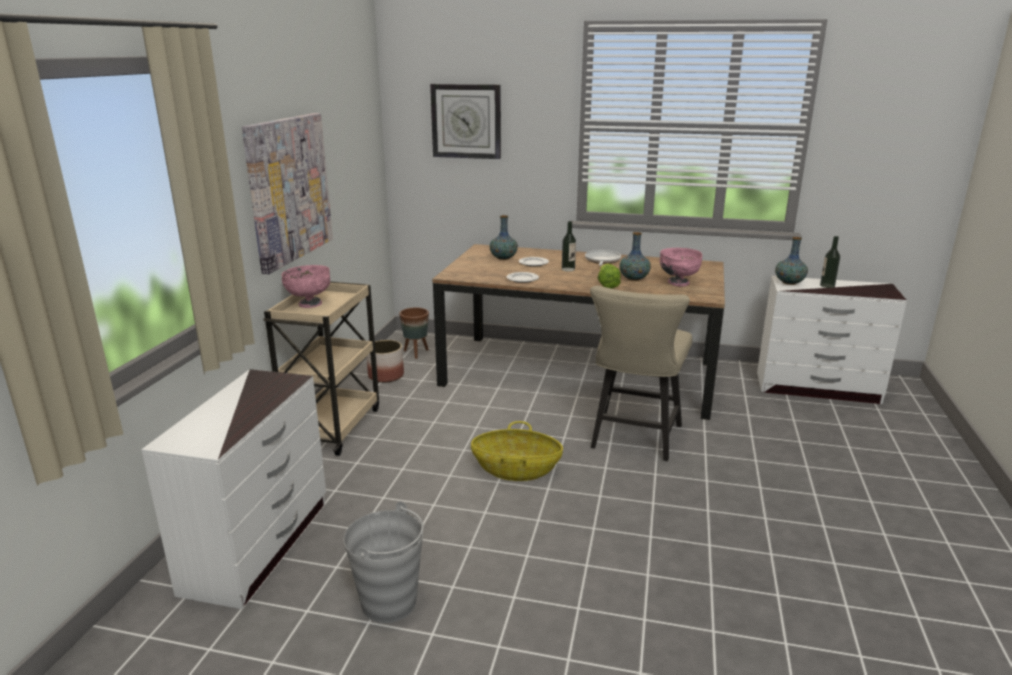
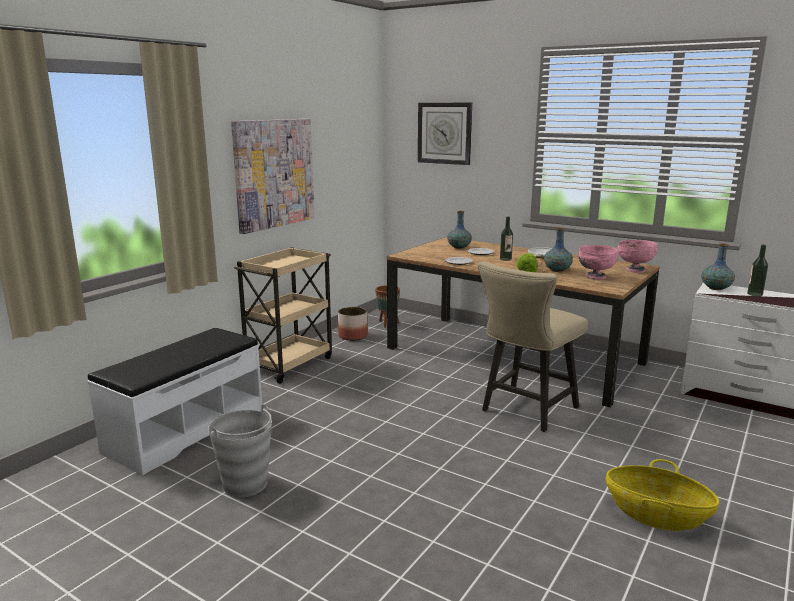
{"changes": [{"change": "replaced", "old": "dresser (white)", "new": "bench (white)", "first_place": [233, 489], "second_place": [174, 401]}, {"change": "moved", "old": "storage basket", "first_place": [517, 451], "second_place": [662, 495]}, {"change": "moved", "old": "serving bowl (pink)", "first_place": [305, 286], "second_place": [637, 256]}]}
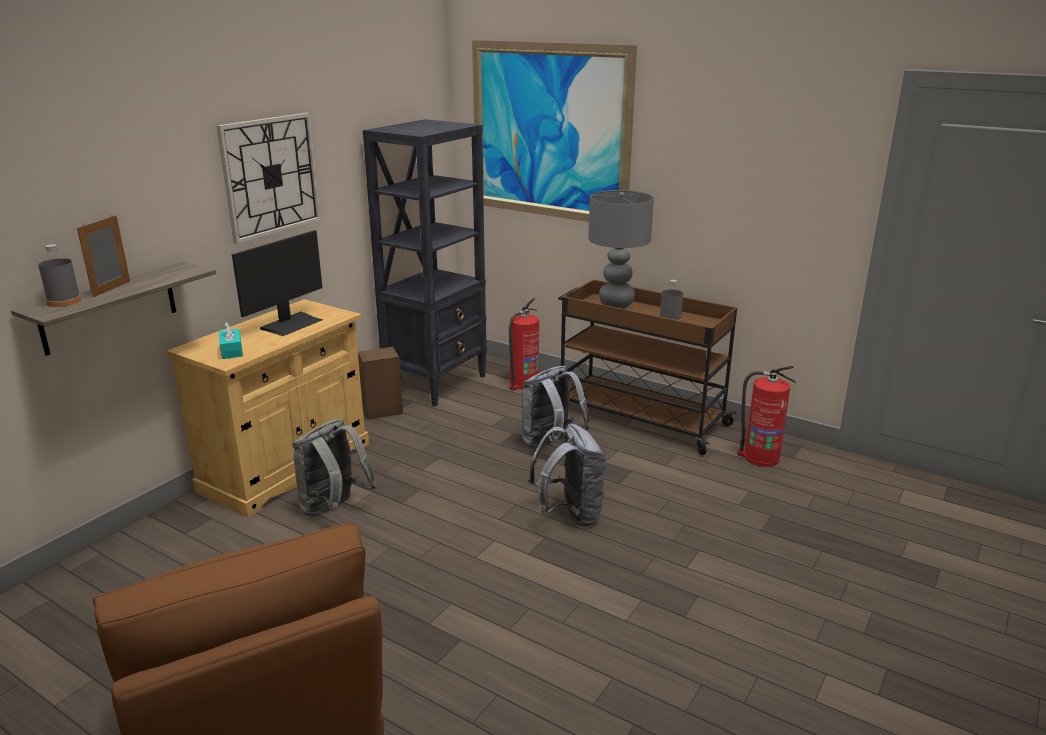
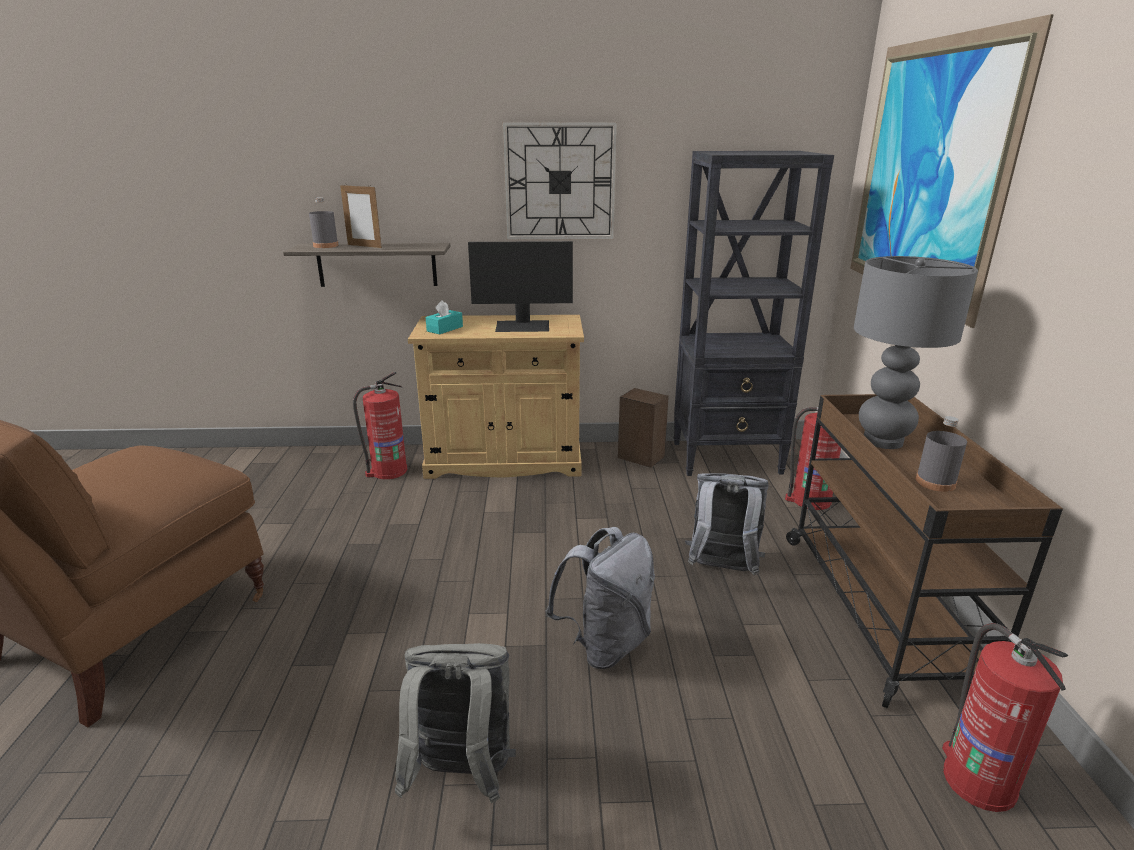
{"changes": [{"change": "turned", "old": "standing frame", "first_place": [103, 256], "second_place": [361, 215], "degrees": -135}, {"change": "added", "new": "fire-fighting cylinder", "second_place": [380, 425]}, {"change": "moved", "old": "rucksack (grey)", "first_place": [334, 467], "second_place": [455, 723]}]}
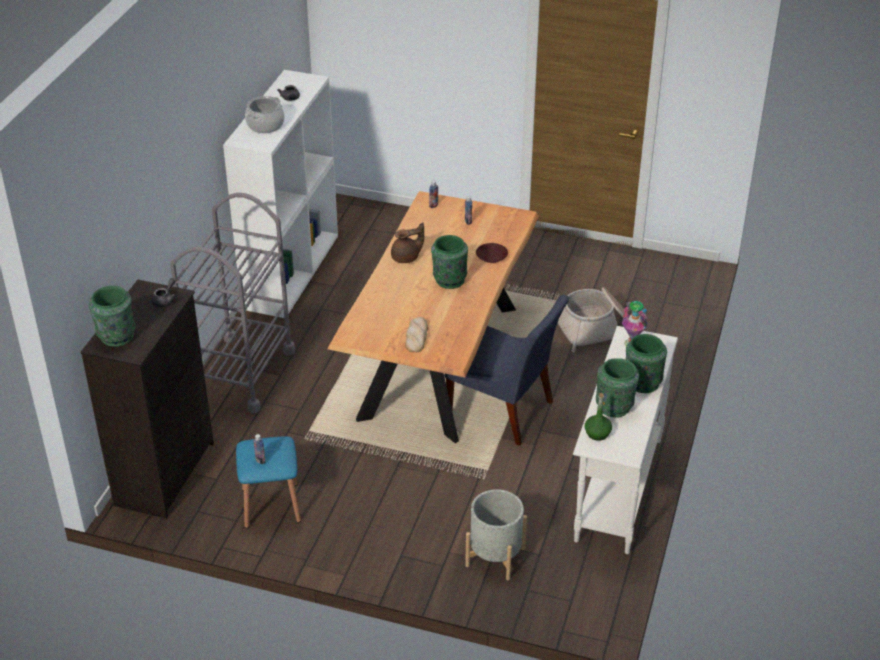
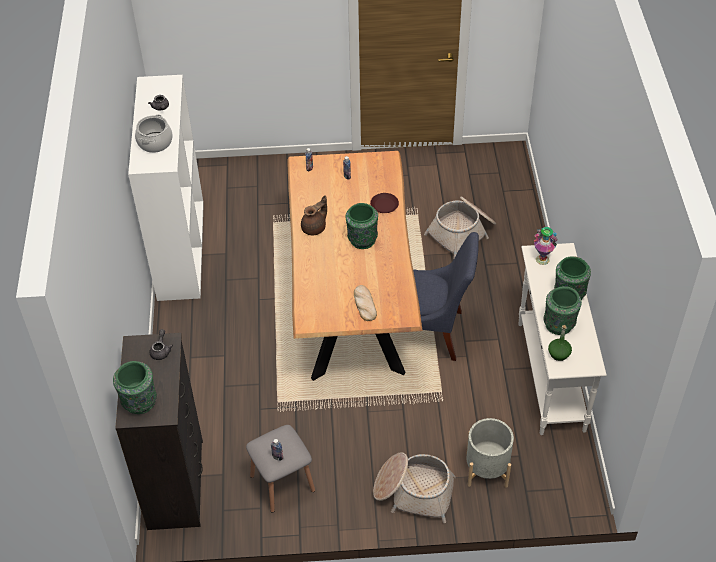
{"changes": [{"change": "recoloured", "old": "stool seat (bluish)", "new": "stool seat (grey)", "first_place": [268, 482], "second_place": [280, 469]}, {"change": "added", "new": "storage basket", "second_place": [414, 487]}, {"change": "removed", "old": "wheeled cart (grey)", "first_place": [232, 303]}]}
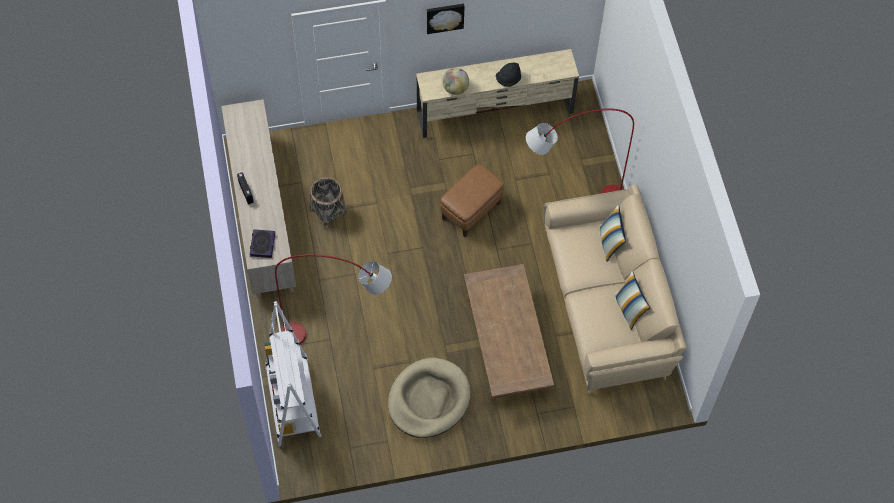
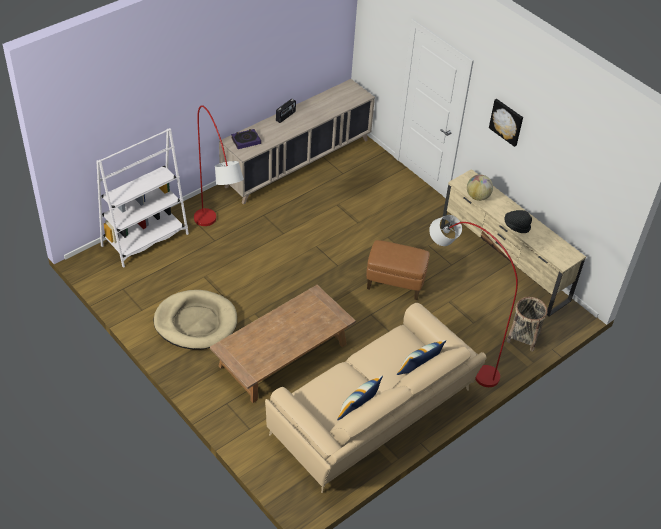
{"changes": [{"change": "moved", "old": "storage basket", "first_place": [328, 203], "second_place": [527, 324]}]}
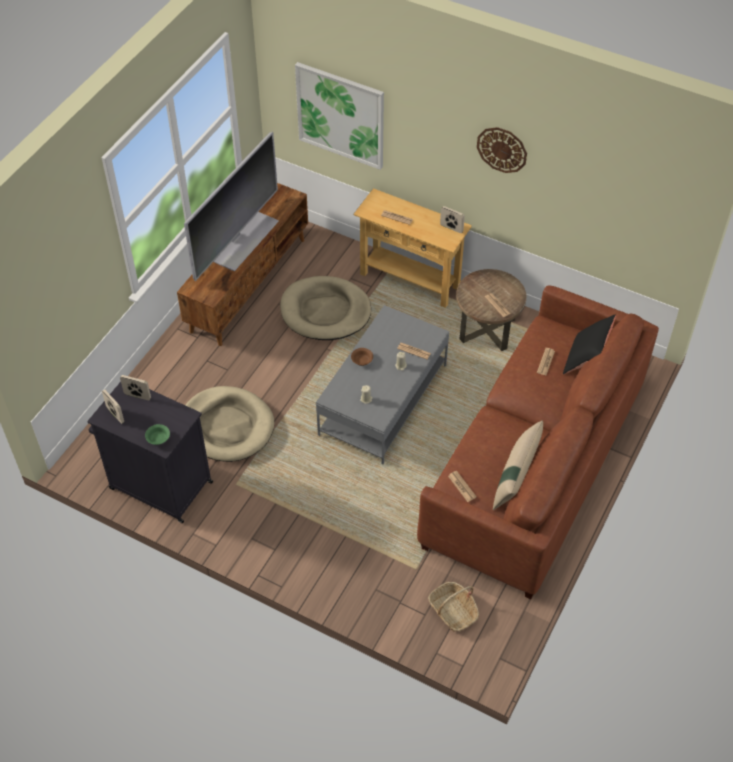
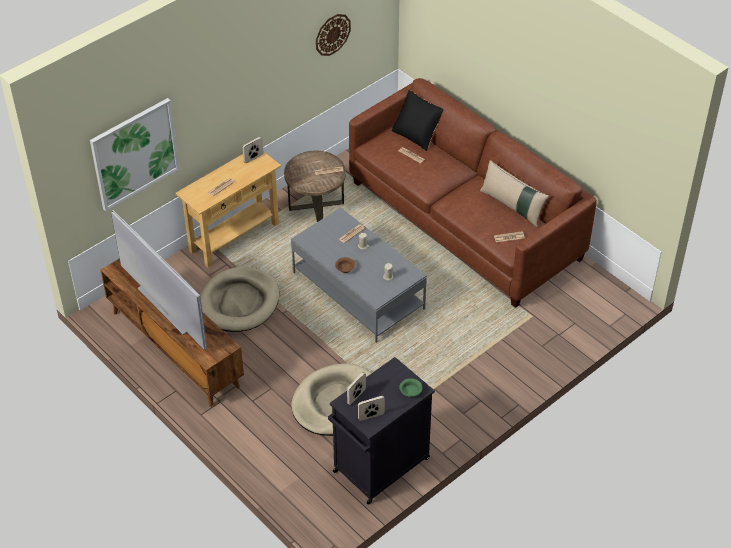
{"changes": [{"change": "moved", "old": "clock on the wall", "first_place": [502, 150], "second_place": [333, 35]}, {"change": "removed", "old": "storage basket", "first_place": [453, 607]}]}
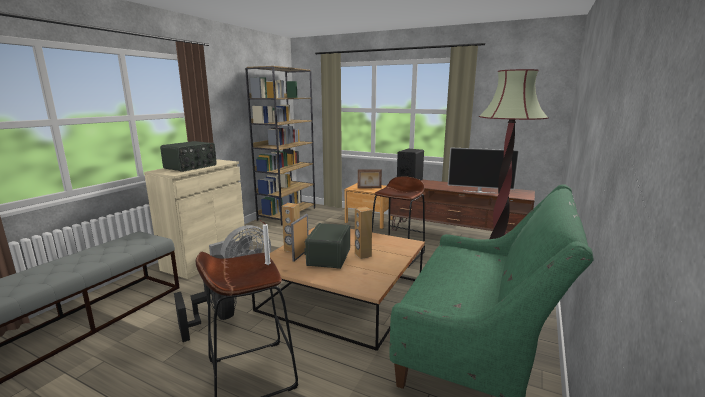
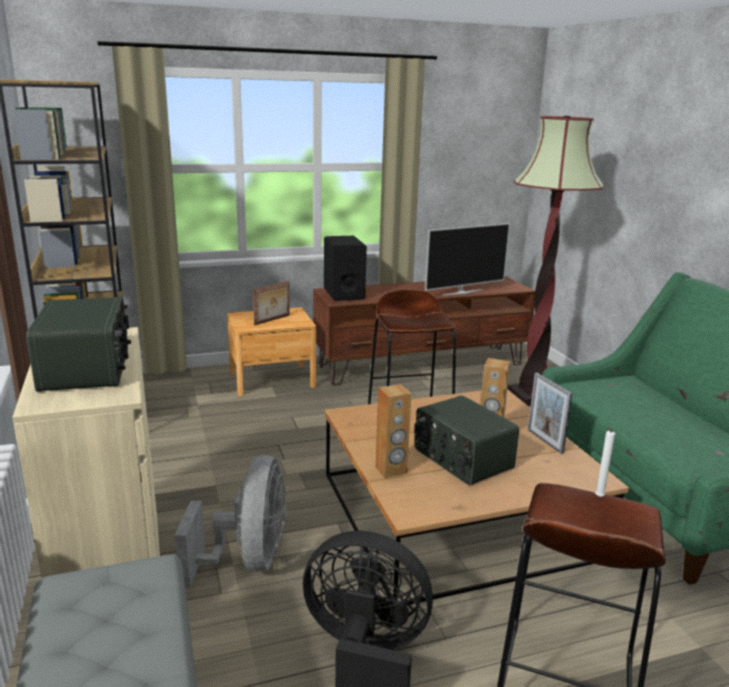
{"changes": [{"change": "moved", "old": "standing frame", "first_place": [300, 238], "second_place": [550, 413]}]}
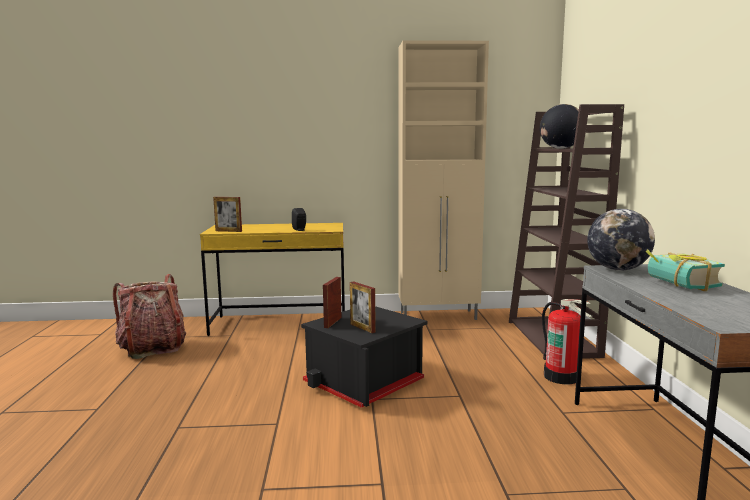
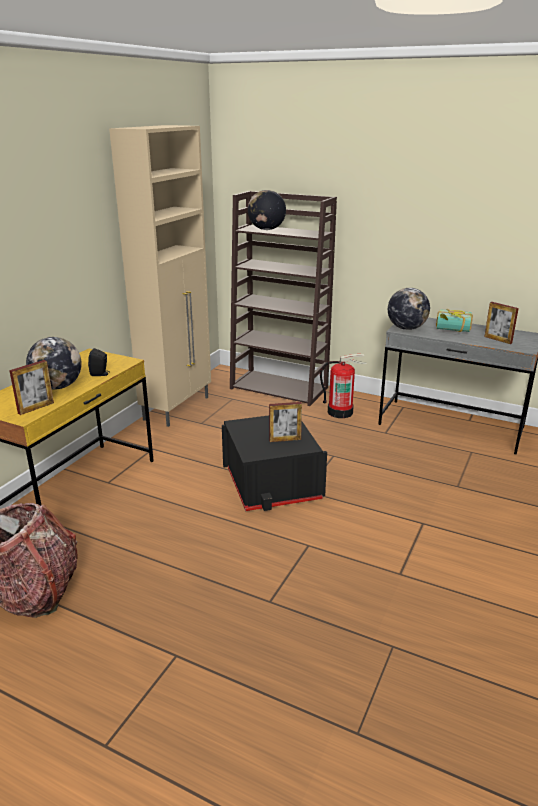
{"changes": [{"change": "added", "new": "globe", "second_place": [54, 363]}, {"change": "moved", "old": "standing frame", "first_place": [332, 302], "second_place": [501, 323]}]}
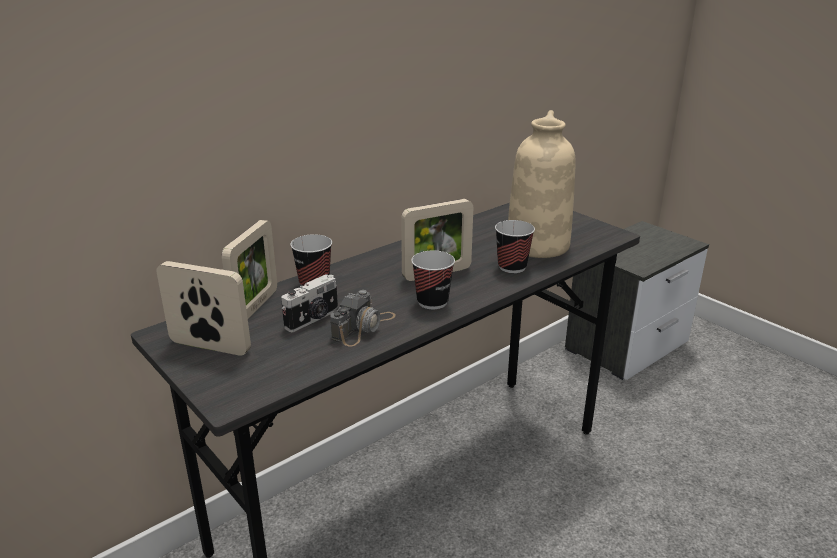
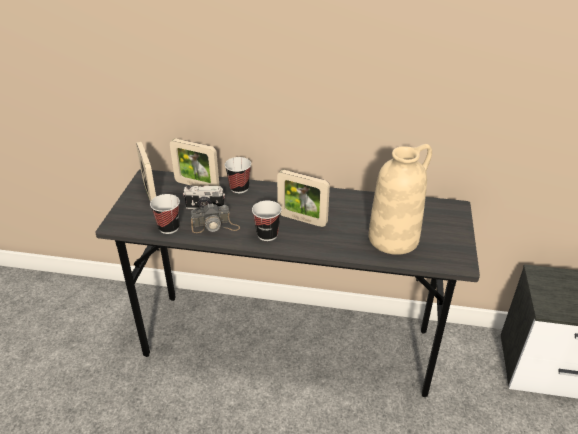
{"changes": [{"change": "moved", "old": "drinking cup", "first_place": [515, 246], "second_place": [165, 214]}, {"change": "turned", "old": "standing frame", "first_place": [249, 269], "second_place": [195, 163], "degrees": 45}]}
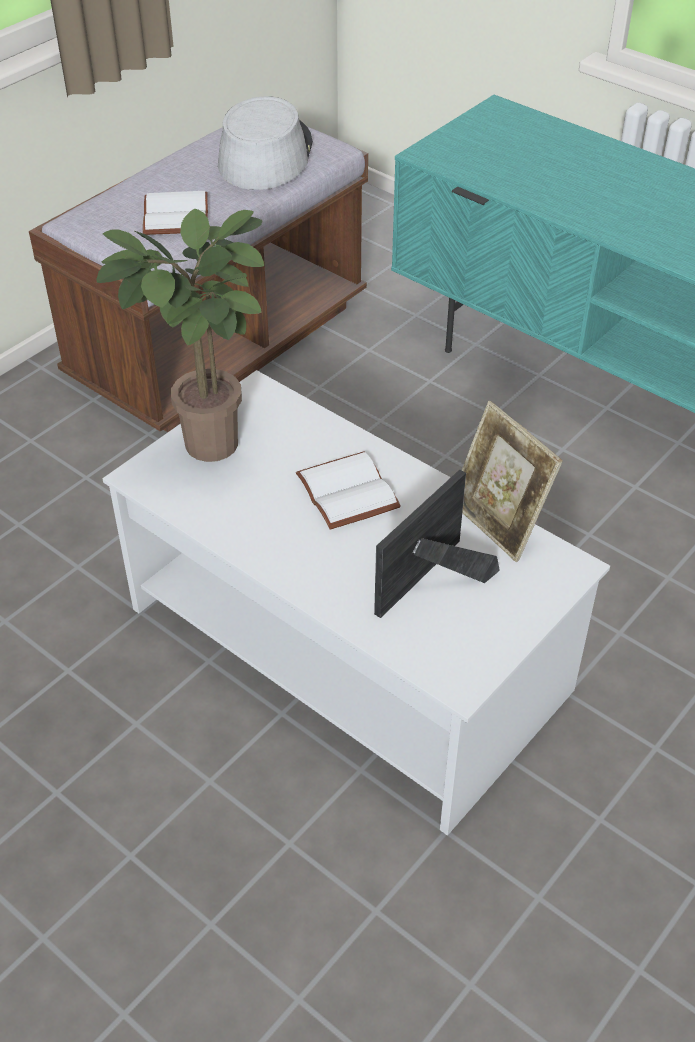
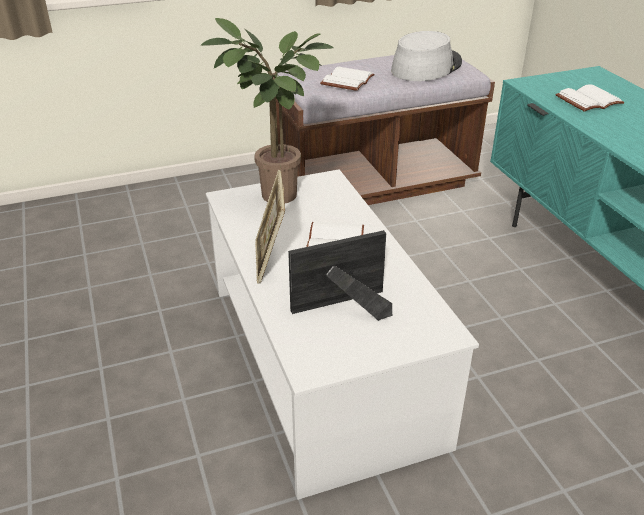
{"changes": [{"change": "moved", "old": "standing frame", "first_place": [512, 481], "second_place": [270, 227]}, {"change": "added", "new": "volume (white)", "second_place": [590, 98]}]}
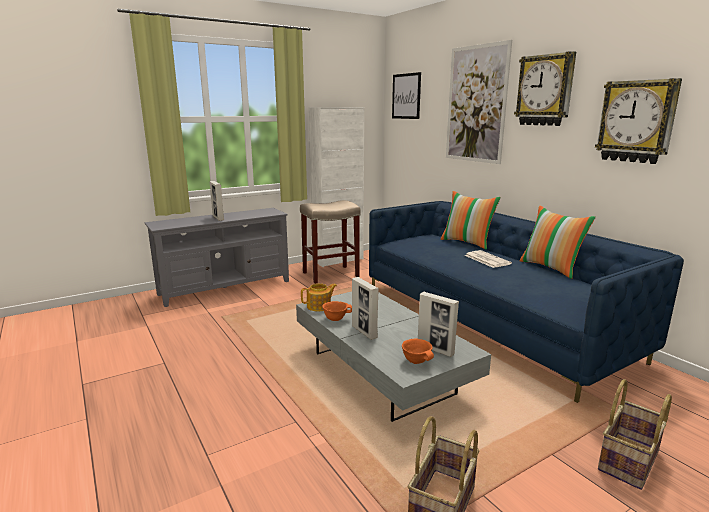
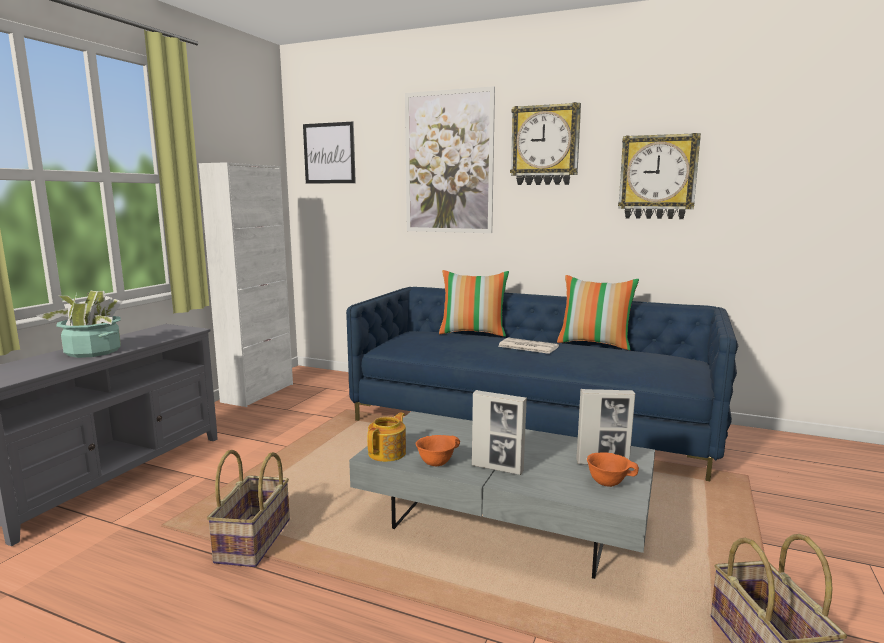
{"changes": [{"change": "replaced", "old": "standing frame", "new": "potted plant", "first_place": [217, 201], "second_place": [79, 324]}, {"change": "moved", "old": "storage basket", "first_place": [635, 434], "second_place": [248, 508]}, {"change": "removed", "old": "stool seat (beige-coloured)", "first_place": [330, 242]}]}
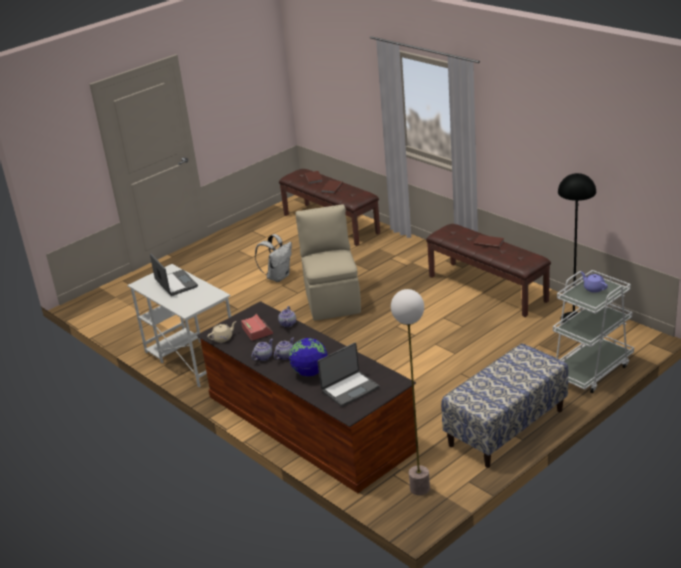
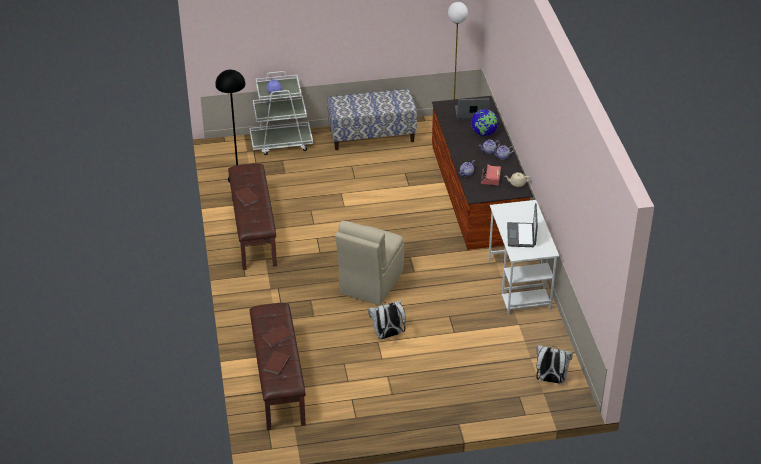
{"changes": [{"change": "added", "new": "rucksack (white)", "second_place": [554, 364]}]}
